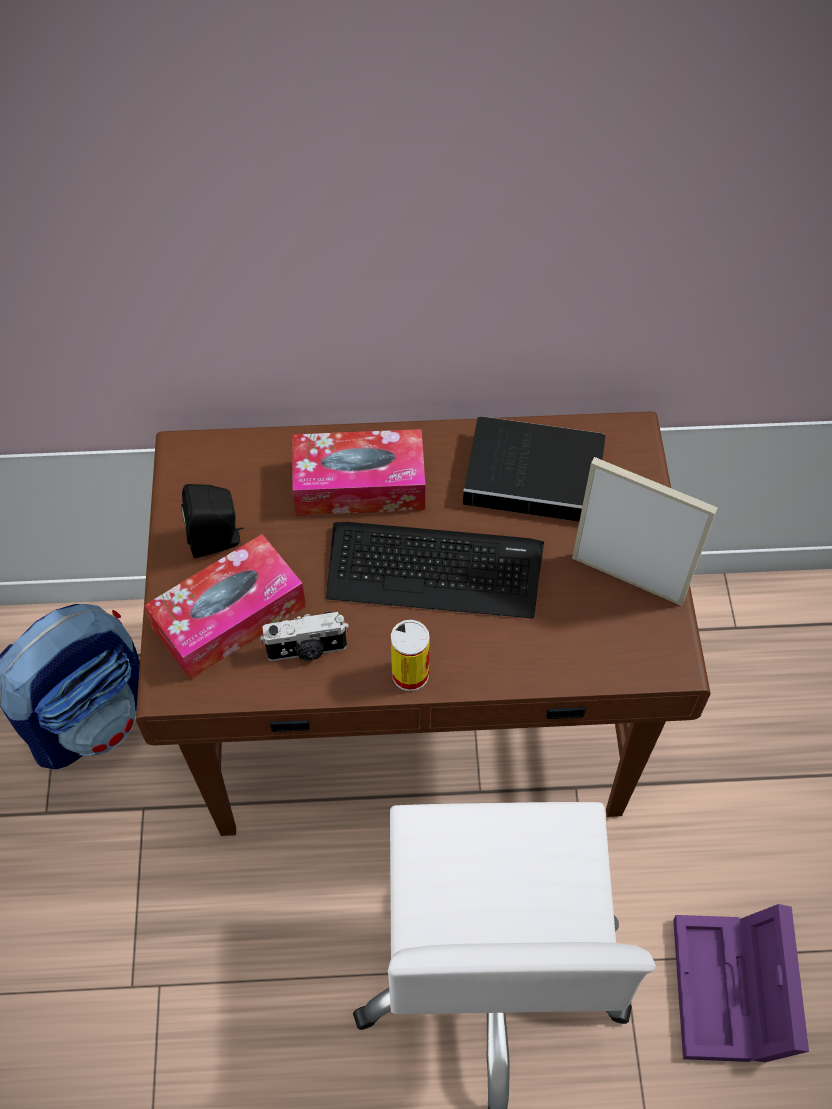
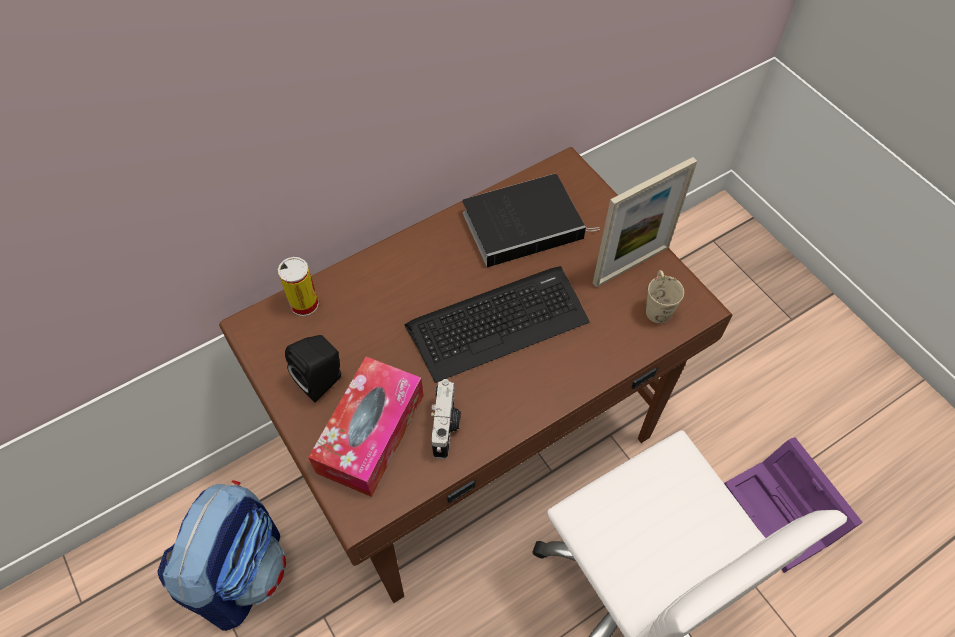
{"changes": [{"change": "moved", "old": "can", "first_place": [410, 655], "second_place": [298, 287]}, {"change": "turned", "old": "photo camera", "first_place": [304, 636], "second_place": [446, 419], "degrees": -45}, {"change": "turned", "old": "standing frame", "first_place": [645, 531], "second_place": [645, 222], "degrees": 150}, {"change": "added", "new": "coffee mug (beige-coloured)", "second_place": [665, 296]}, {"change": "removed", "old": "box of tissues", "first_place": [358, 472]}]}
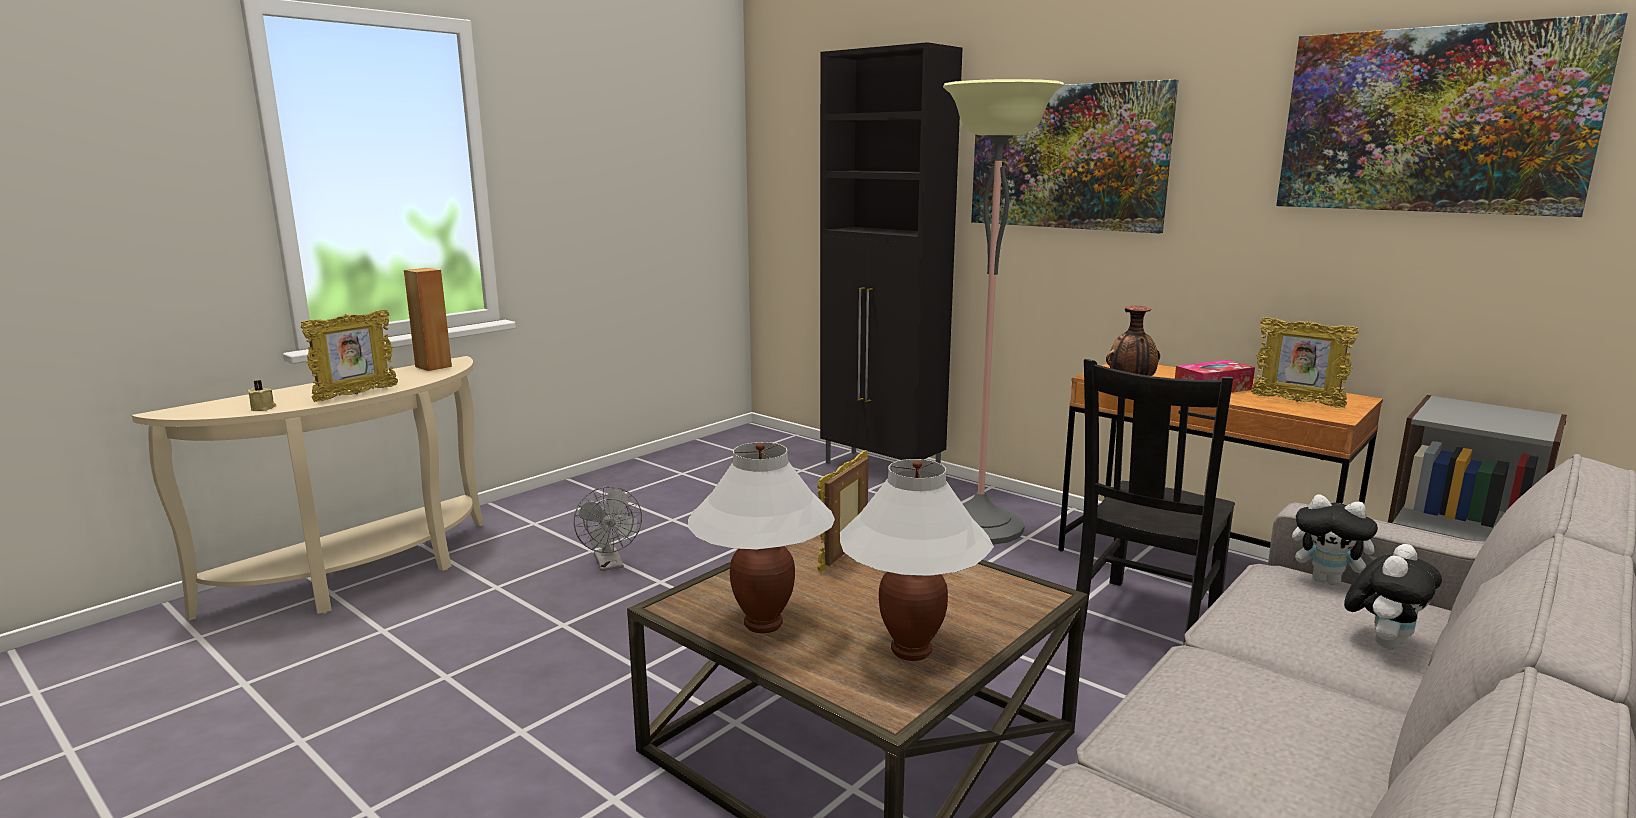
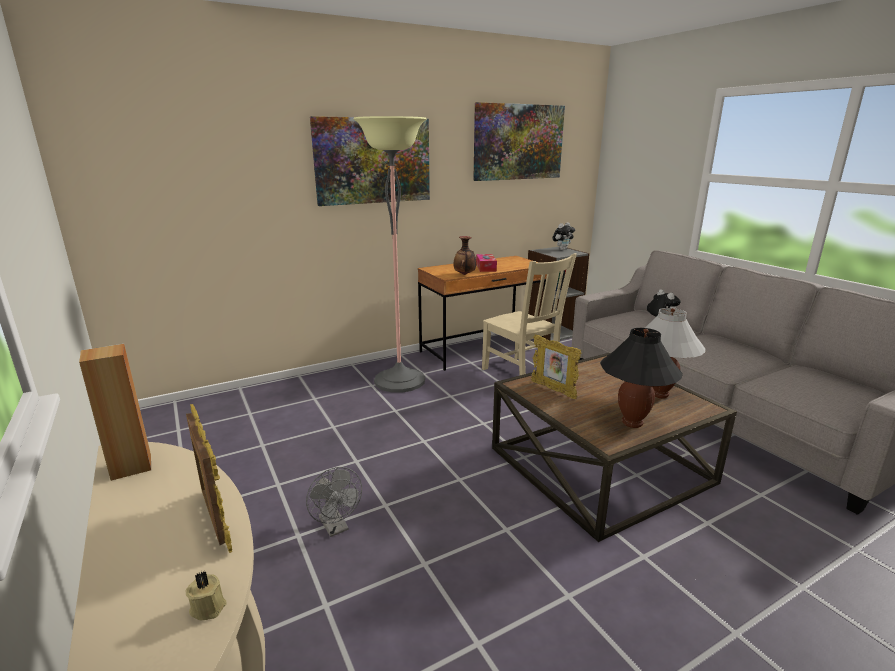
{"changes": [{"change": "turned", "old": "fan (grey)", "first_place": [608, 528], "second_place": [334, 502], "degrees": 60}, {"change": "recoloured", "old": "plain chair (black)", "new": "plain chair (beige-coloured)", "first_place": [1155, 502], "second_place": [529, 314]}, {"change": "moved", "old": "soft toy", "first_place": [1335, 539], "second_place": [563, 236]}, {"change": "recoloured", "old": "tabletop lamp (white)", "new": "tabletop lamp (black)", "first_place": [761, 537], "second_place": [641, 378]}, {"change": "removed", "old": "storage cabinet (black)", "first_place": [891, 253]}, {"change": "removed", "old": "standing frame", "first_place": [1305, 362]}]}
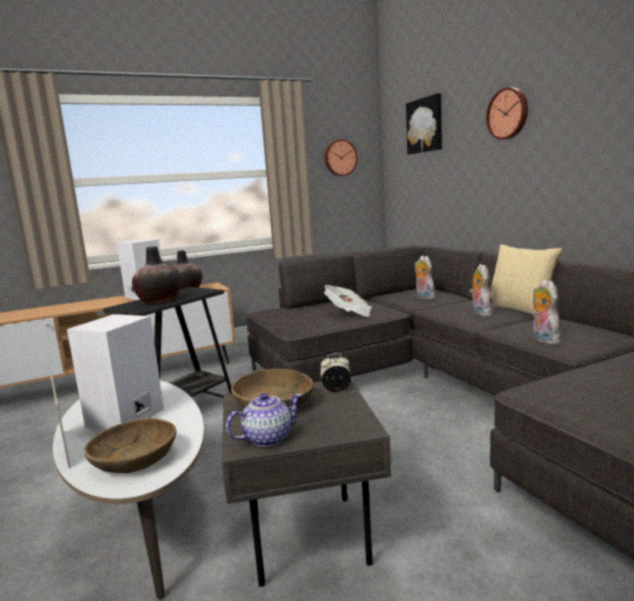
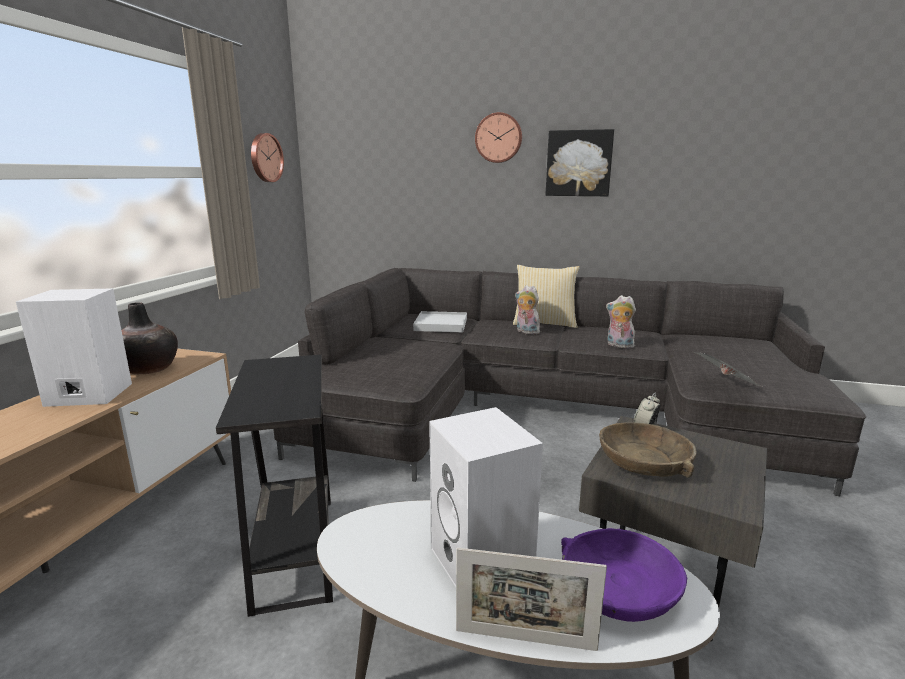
{"changes": [{"change": "replaced", "old": "soft toy", "new": "tray (white)", "first_place": [425, 278], "second_place": [440, 321]}, {"change": "moved", "old": "picture", "first_place": [424, 124], "second_place": [579, 162]}, {"change": "recoloured", "old": "serving bowl (brown)", "new": "serving bowl (purplish)", "first_place": [130, 445], "second_place": [624, 575]}, {"change": "moved", "old": "daily paper", "first_place": [348, 301], "second_place": [726, 369]}, {"change": "removed", "old": "decorative vase", "first_place": [157, 274]}, {"change": "removed", "old": "pot for tea", "first_place": [264, 420]}]}
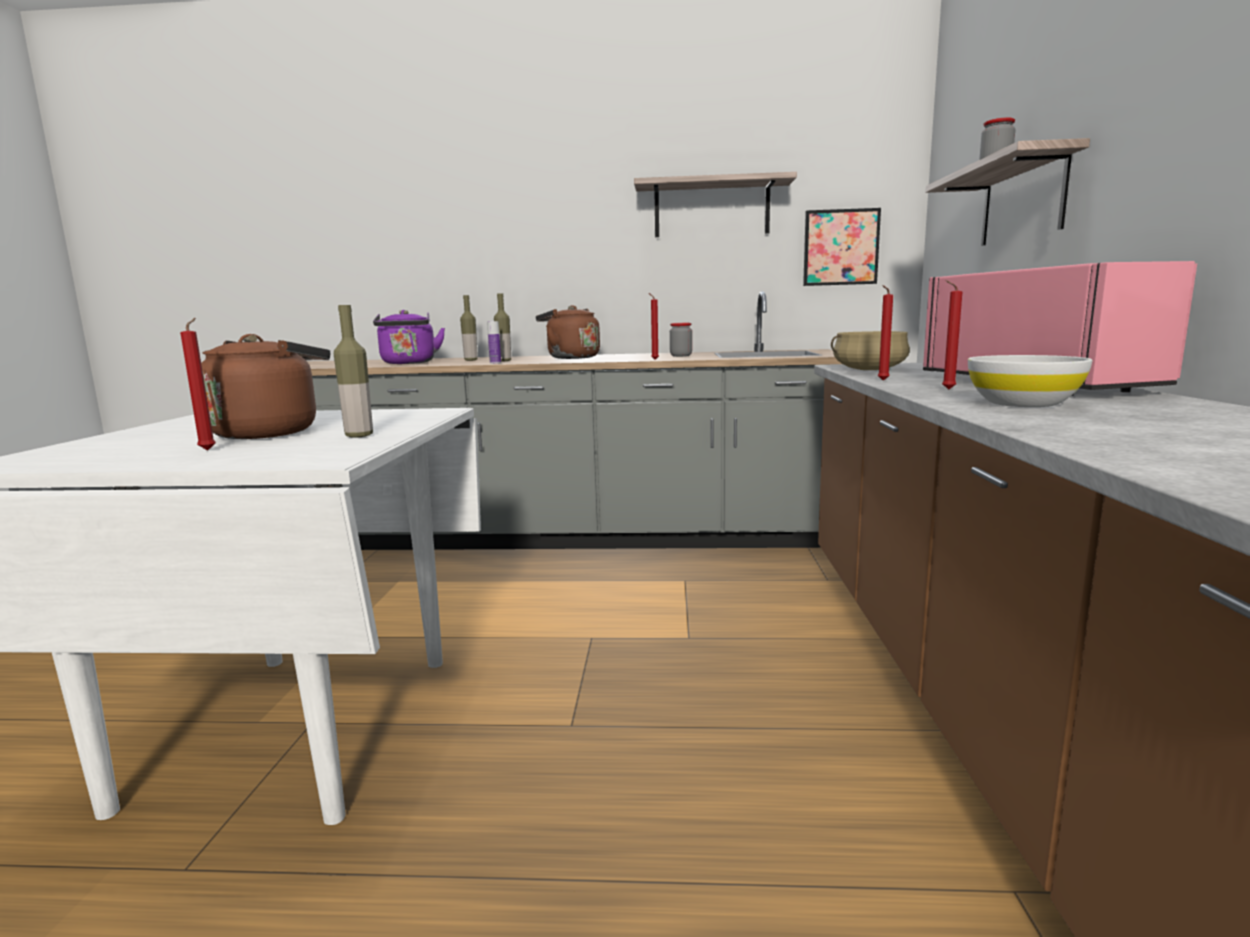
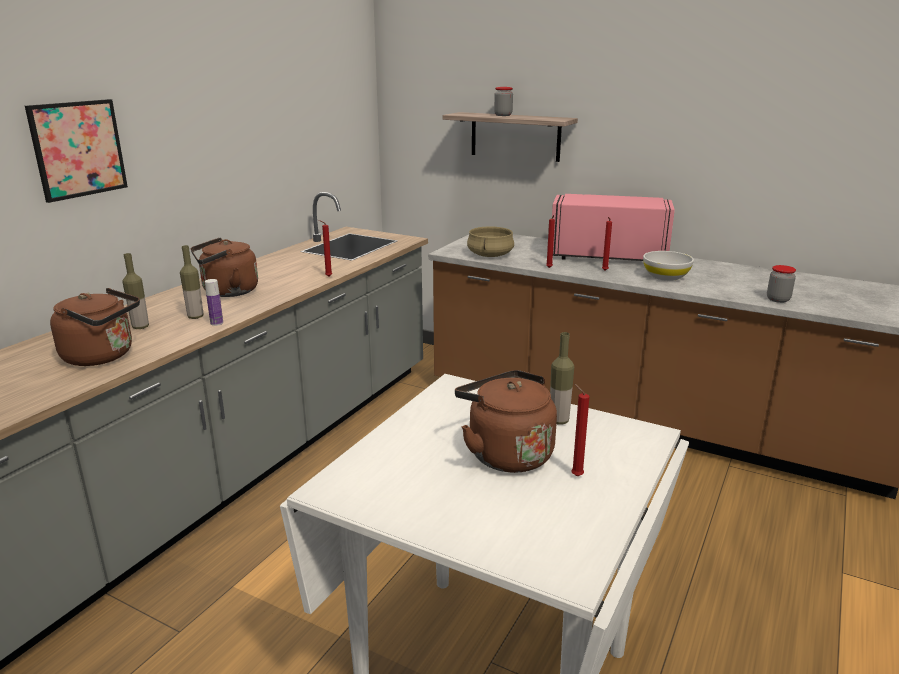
{"changes": [{"change": "moved", "old": "picture", "first_place": [842, 247], "second_place": [76, 151]}, {"change": "recoloured", "old": "water kettle (purplish)", "new": "water kettle (brown)", "first_place": [409, 337], "second_place": [95, 327]}, {"change": "moved", "old": "preserve jar", "first_place": [681, 340], "second_place": [781, 284]}, {"change": "removed", "old": "bracket shelf", "first_place": [715, 204]}]}
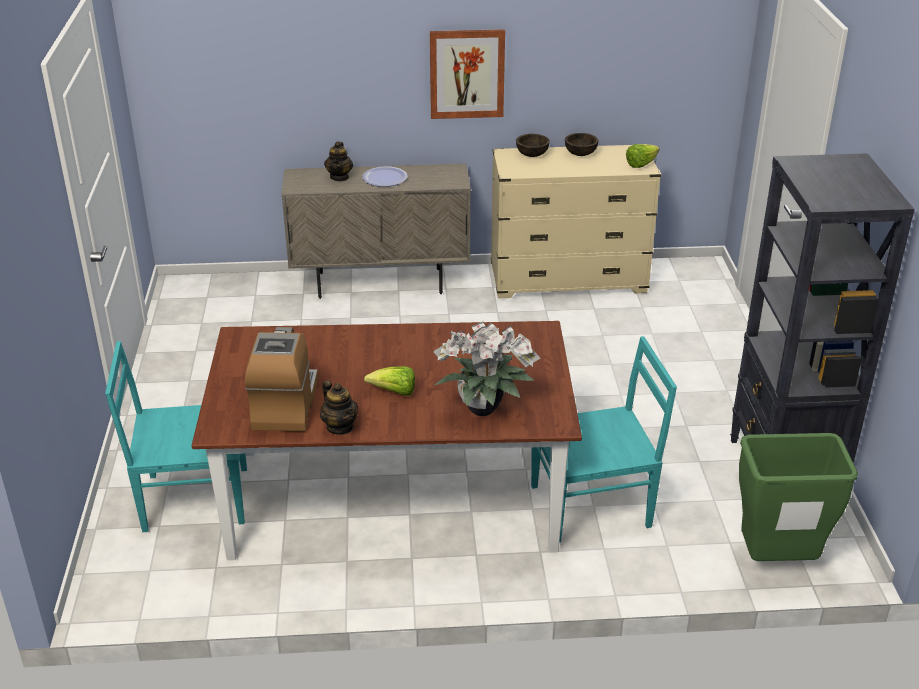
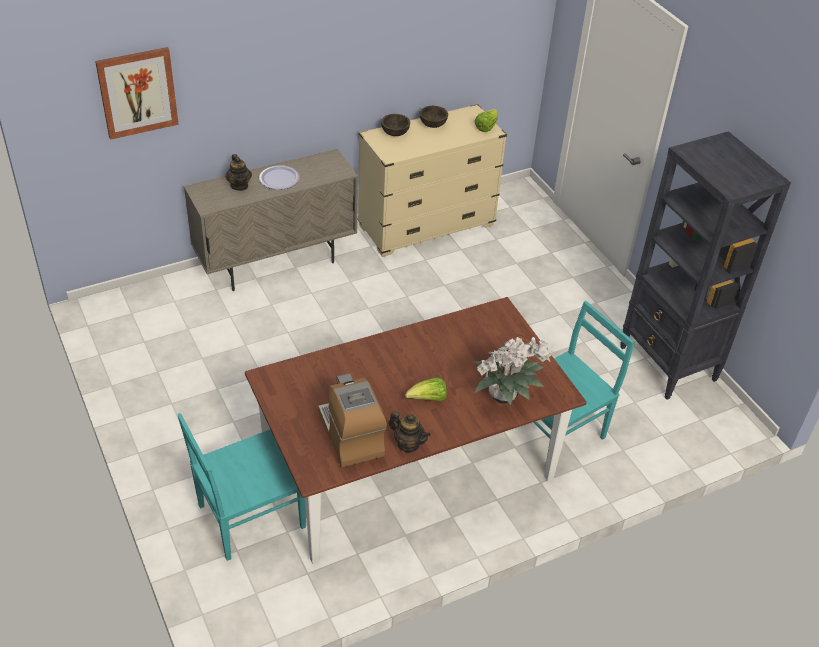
{"changes": [{"change": "moved", "old": "picture", "first_place": [467, 74], "second_place": [137, 93]}, {"change": "removed", "old": "rubbish bin (green-coloured)", "first_place": [798, 497]}]}
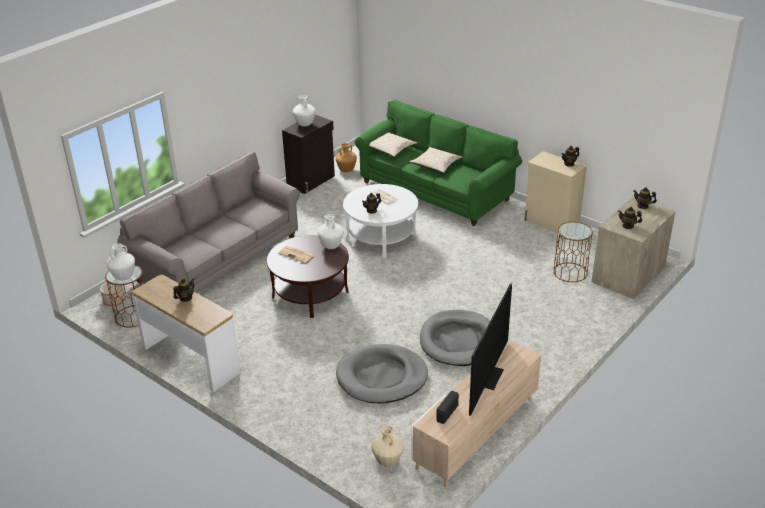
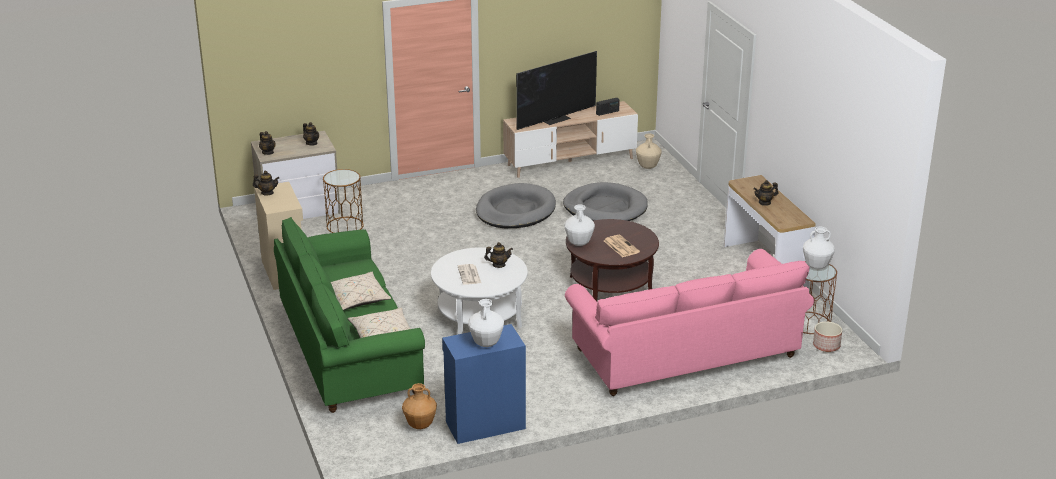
{"changes": [{"change": "recoloured", "old": "storage cabinet (black)", "new": "storage cabinet (bluish)", "first_place": [308, 154], "second_place": [484, 384]}, {"change": "recoloured", "old": "couch (grey)", "new": "couch (pink)", "first_place": [208, 222], "second_place": [689, 322]}]}
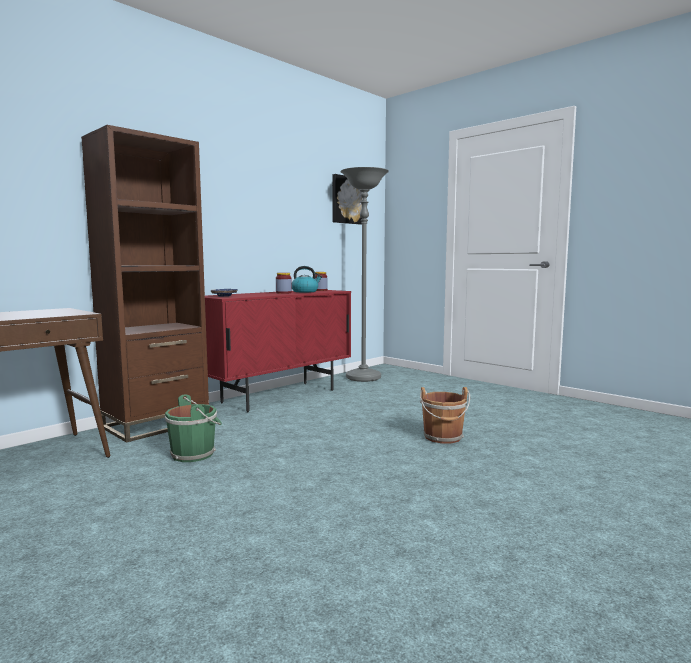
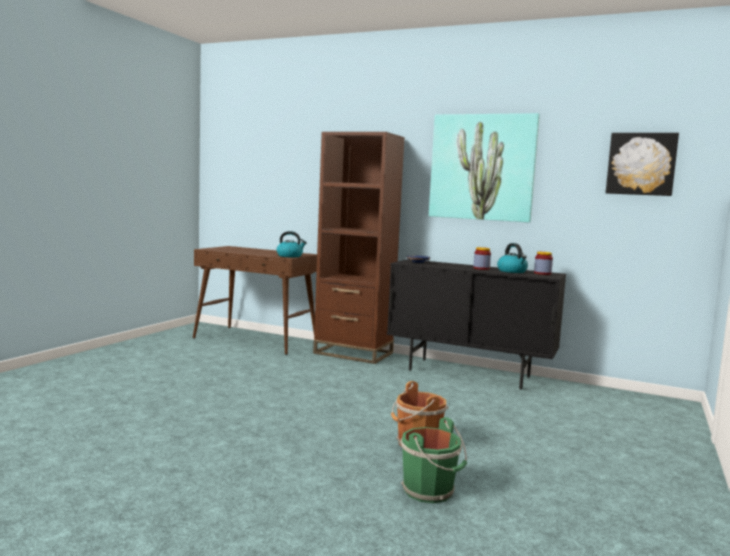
{"changes": [{"change": "added", "new": "water kettle", "second_place": [292, 244]}, {"change": "recoloured", "old": "storage cabinet (red-coloured)", "new": "storage cabinet (black)", "first_place": [278, 351], "second_place": [476, 324]}, {"change": "moved", "old": "bucket (green-coloured)", "first_place": [193, 428], "second_place": [434, 460]}, {"change": "added", "new": "picture", "second_place": [484, 167]}, {"change": "removed", "old": "floor lamp (grey)", "first_place": [364, 274]}]}
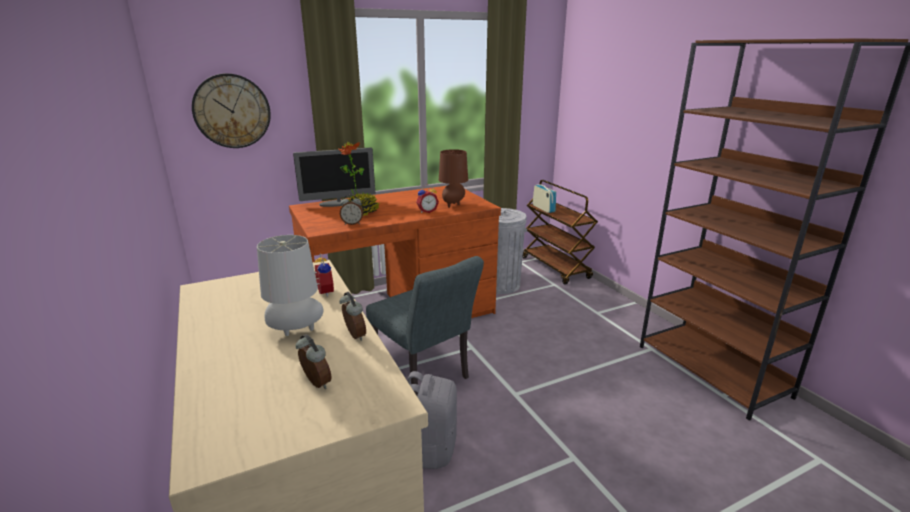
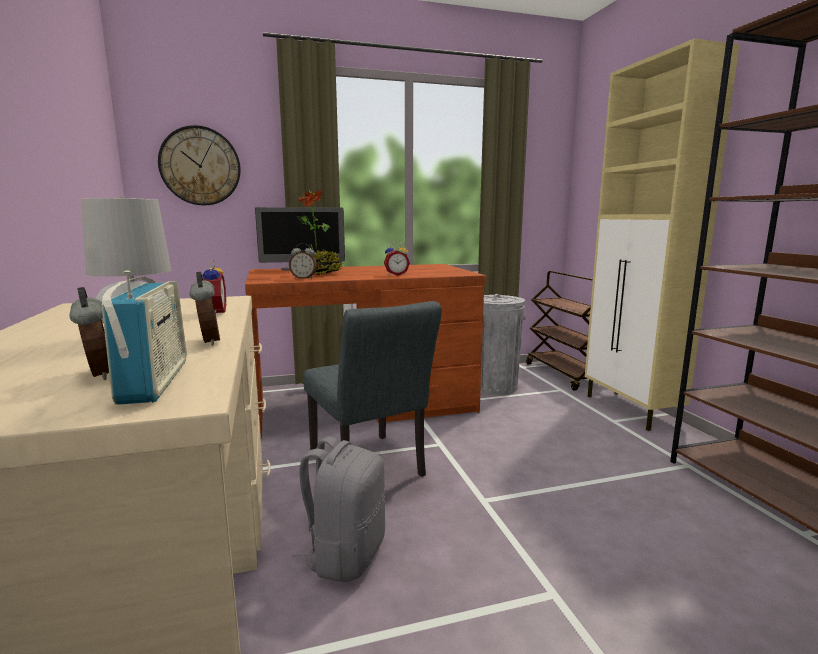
{"changes": [{"change": "moved", "old": "radio receiver", "first_place": [544, 198], "second_place": [144, 338]}, {"change": "added", "new": "storage cabinet (beige-coloured)", "second_place": [662, 234]}, {"change": "removed", "old": "tabletop lamp (brown)", "first_place": [453, 178]}]}
